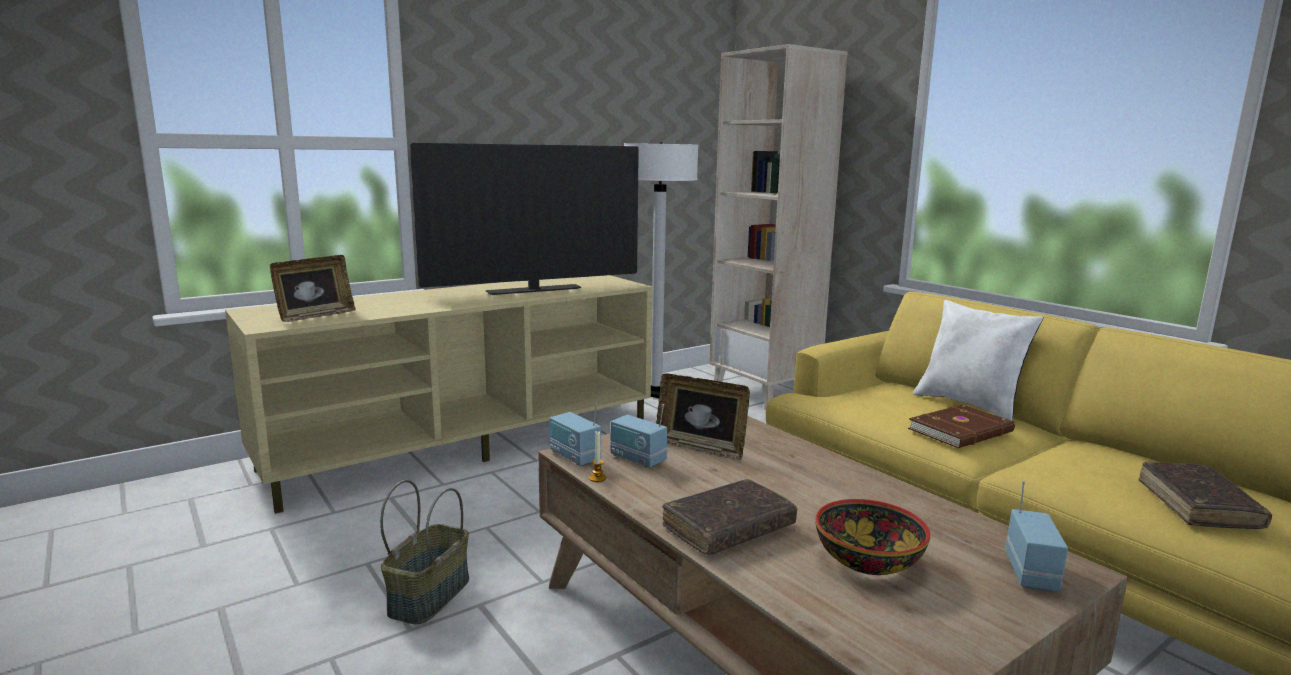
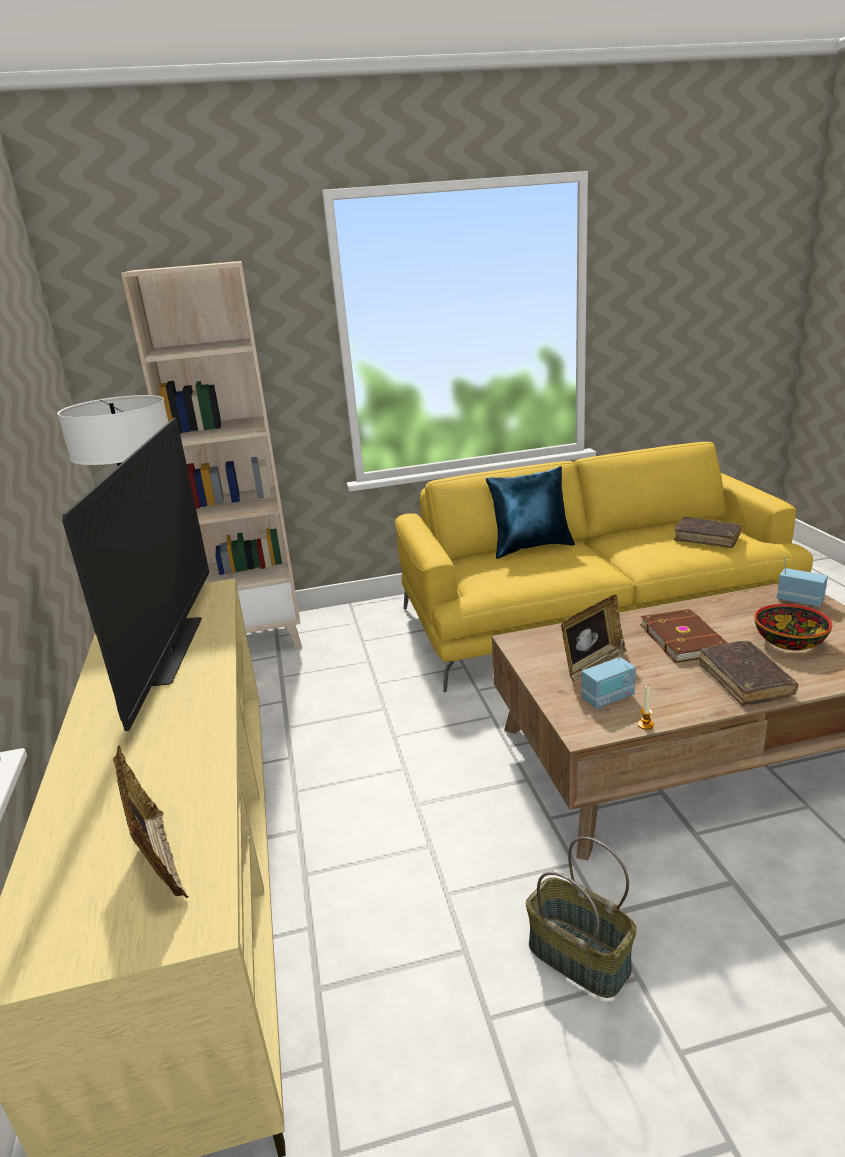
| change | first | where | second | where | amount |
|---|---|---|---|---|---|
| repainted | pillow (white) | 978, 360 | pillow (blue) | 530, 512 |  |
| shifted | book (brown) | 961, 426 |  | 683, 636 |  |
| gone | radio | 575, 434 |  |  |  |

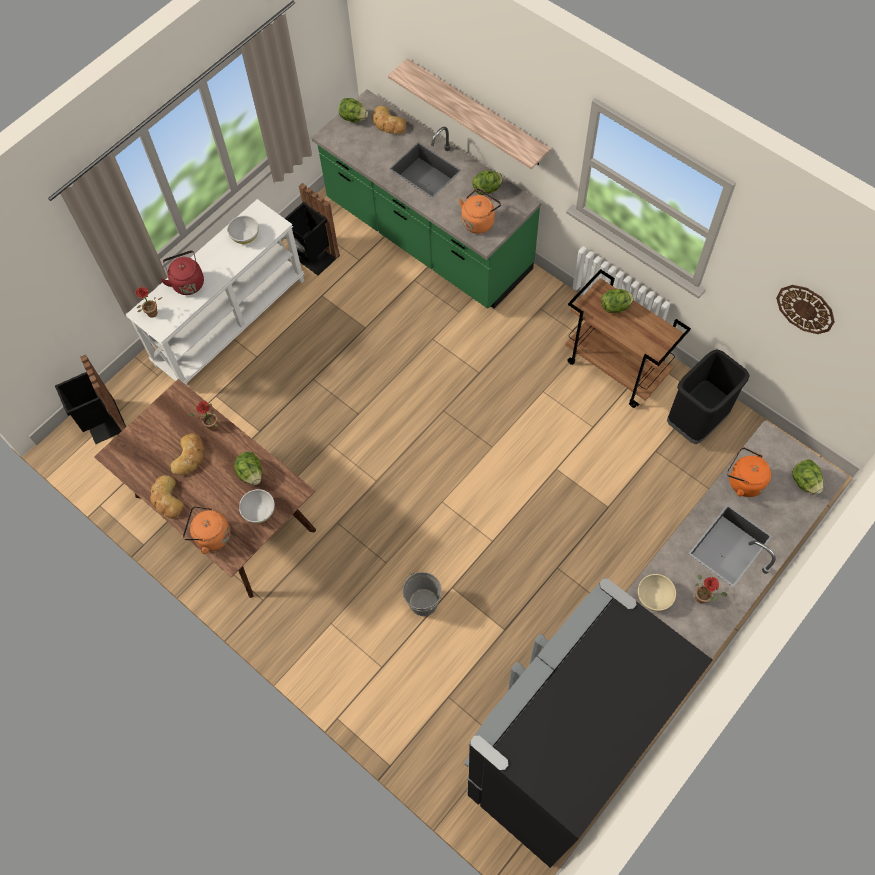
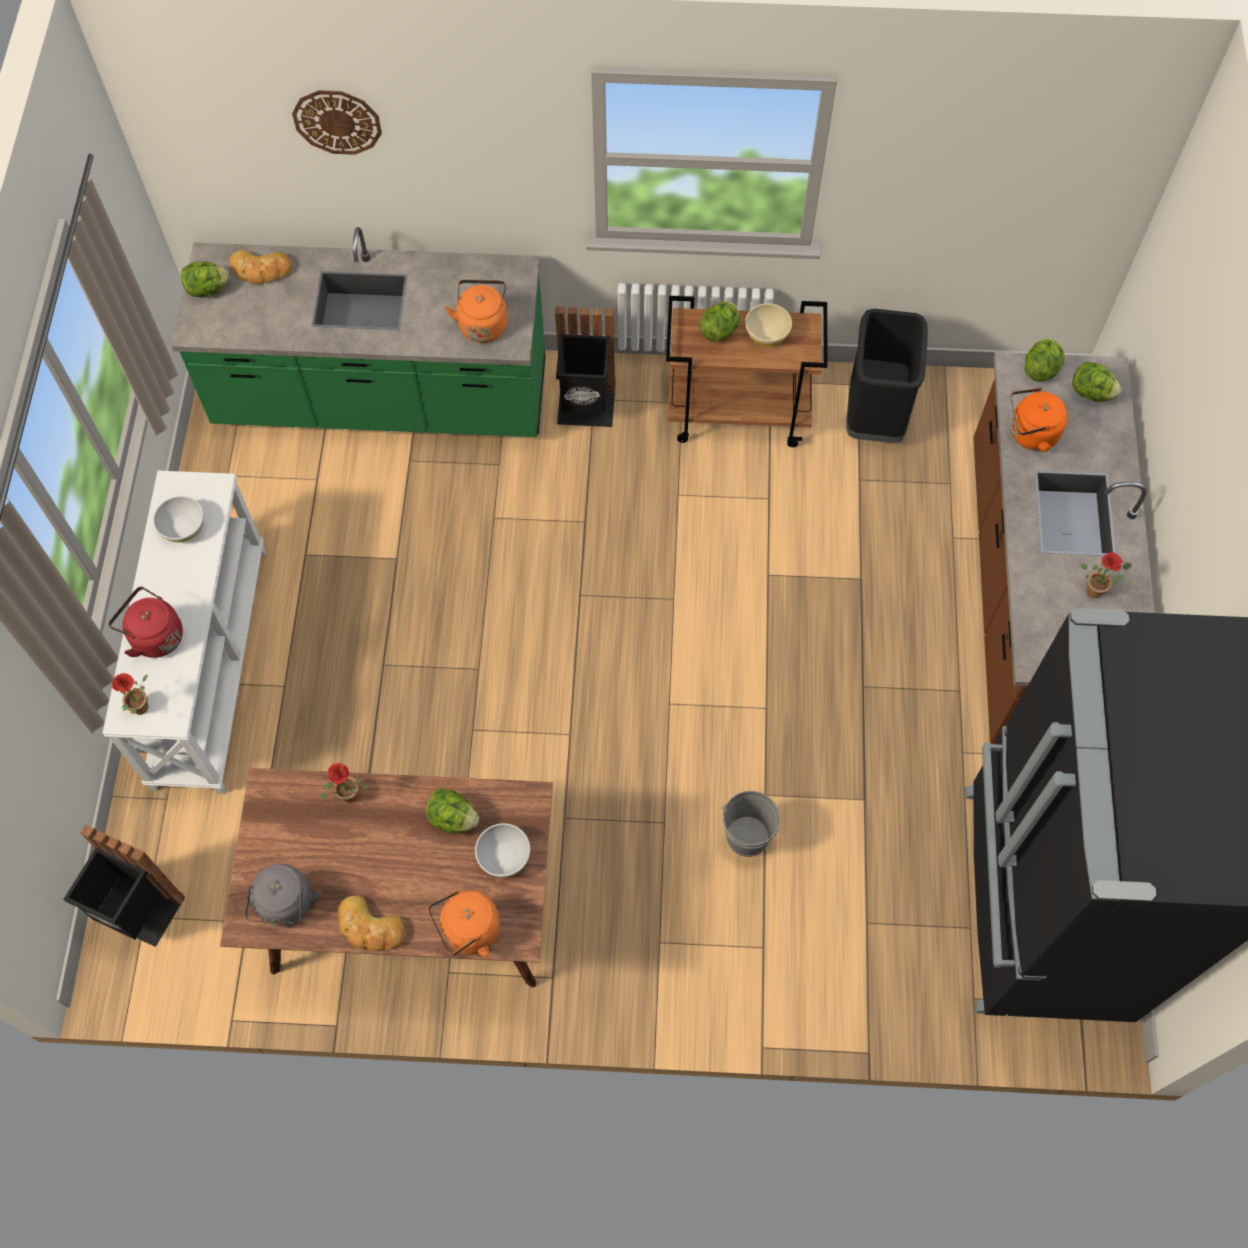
| change | first | where | second | where | amount |
|---|---|---|---|---|---|
| new |  |  | kettle (grey) | 283, 895 |  |
| shifted | wall clock | 805, 309 |  | 337, 122 |  |
| shifted | trash can (black) | 312, 229 |  | 585, 367 |  |
| shifted | bowl (beige) | 657, 592 |  | 768, 324 |  |
| shifted | lettuce | 487, 182 |  | 1044, 360 |  |
| gone | bread | 187, 454 |  |  |  |
| gone | shelf | 469, 113 |  |  |  |

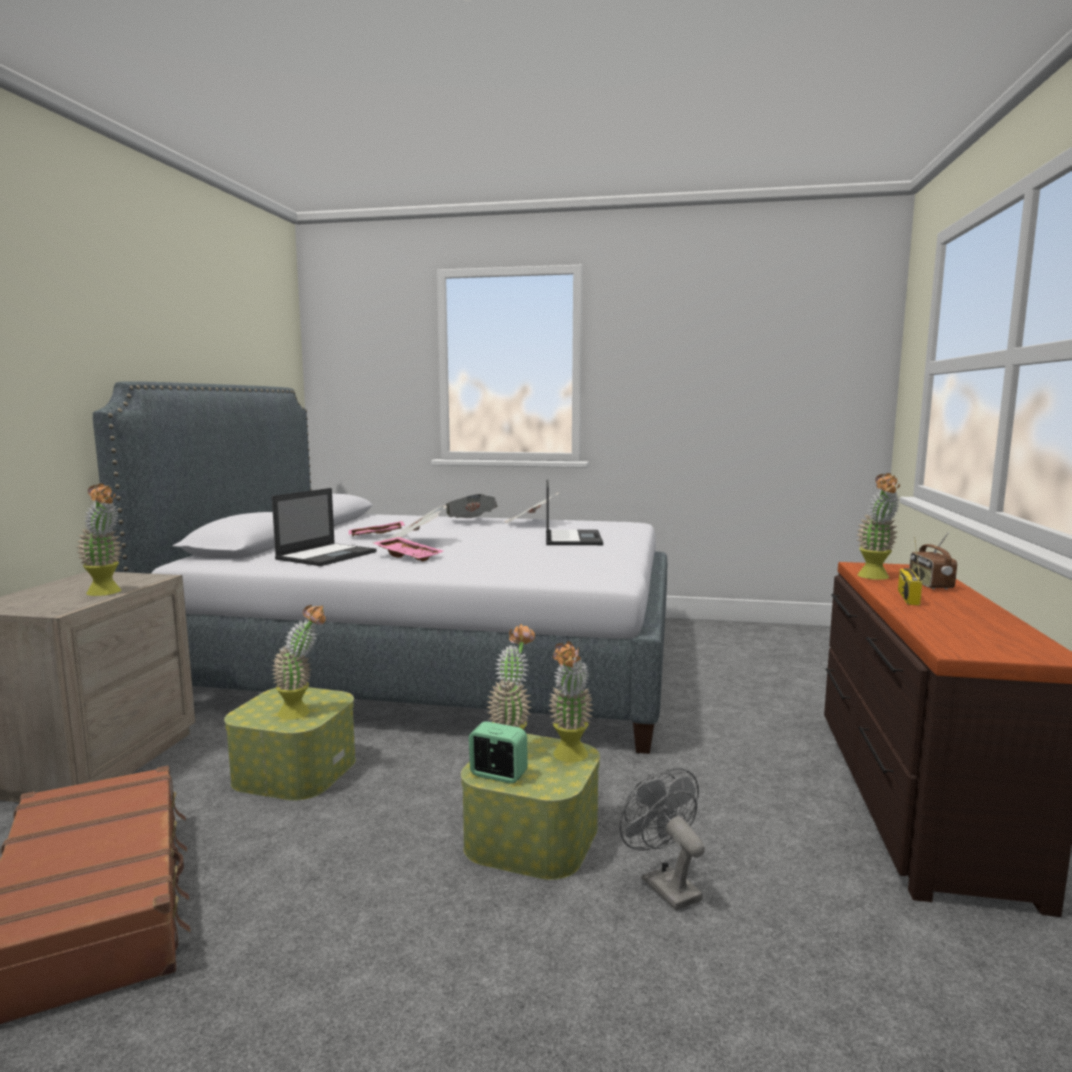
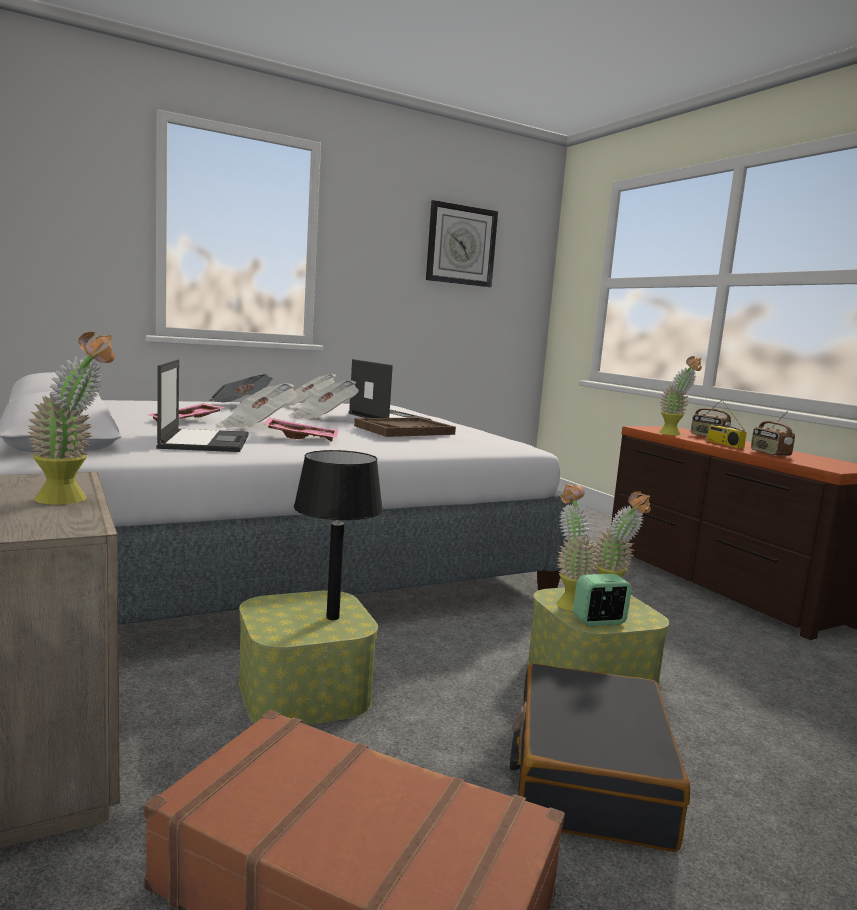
| change | first | where | second | where | amount |
|---|---|---|---|---|---|
| new |  |  | newspaper | 324, 399 |  |
| swapped | potted plant | 299, 662 | table lamp (black) | 338, 535 |  |
| new |  |  | tray (brown) | 405, 427 |  |
| new |  |  | wall clock | 462, 243 |  |
| new |  |  | suitcase (black) | 600, 757 |  |
| new |  |  | radio | 773, 434 |  |
| gone | fan (grey) | 662, 839 |  |  |  |

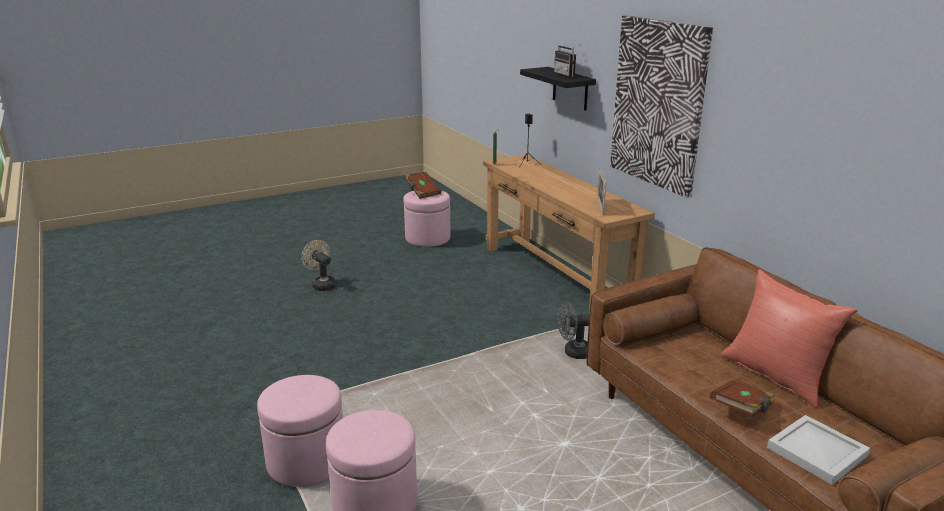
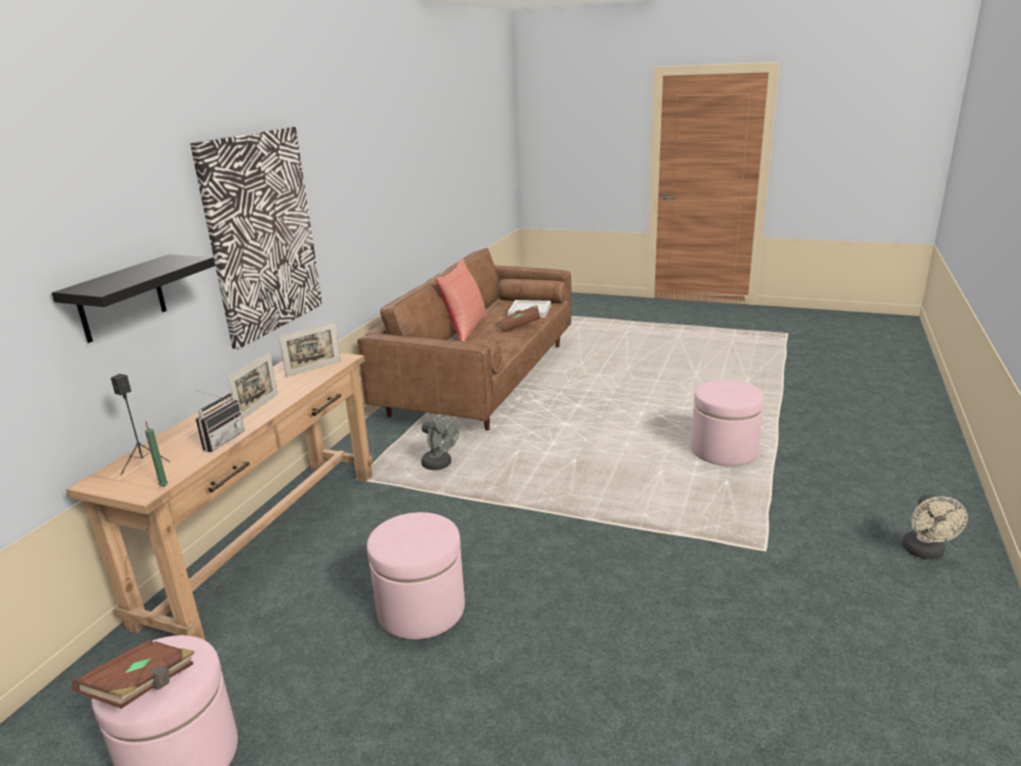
| change | first | where | second | where | amount |
|---|---|---|---|---|---|
| shifted | radio | 565, 57 |  | 220, 421 |  |
| new |  |  | picture frame | 253, 386 |  |
| shifted | ottoman (pink) | 300, 431 |  | 416, 576 |  |
| shifted | fan (beige) | 319, 265 |  | 935, 527 |  |

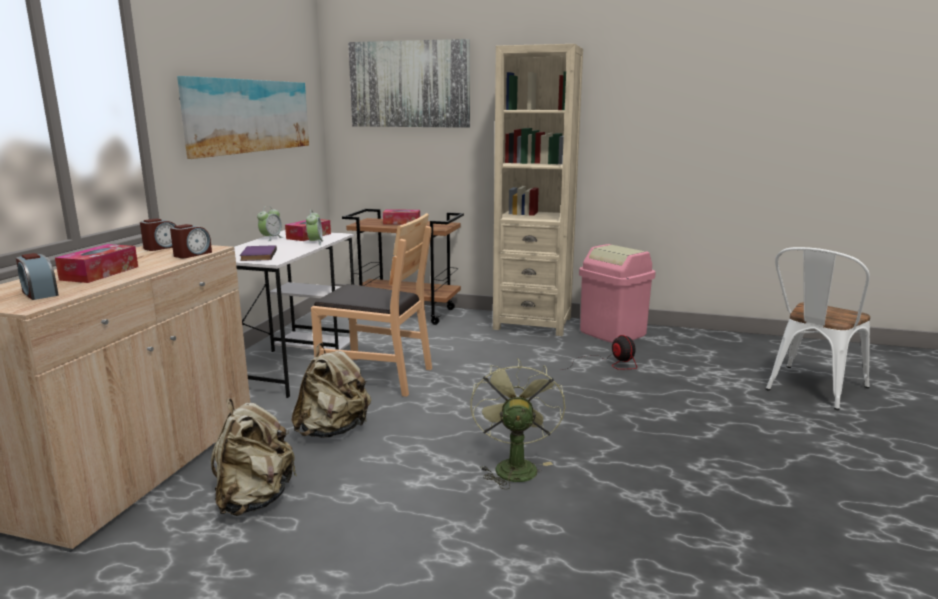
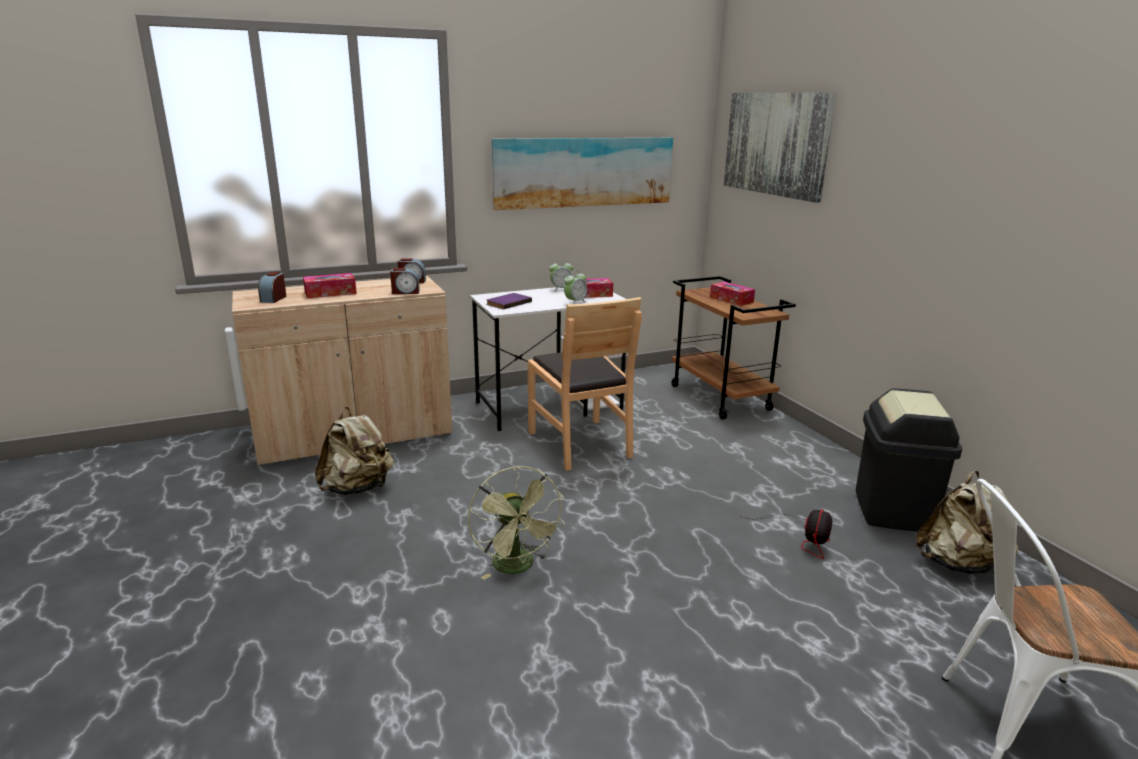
| change | first | where | second | where | amount |
|---|---|---|---|---|---|
| rotated | fan (green) | 517, 423 |  | 516, 523 | 105 degrees clockwise |
| repainted | trash can (pink) | 617, 293 | trash can (black) | 909, 460 |  |
| shifted | backpack (beige) | 331, 390 |  | 967, 522 |  |
| gone | bookcase (beige) | 538, 190 |  |  |  |

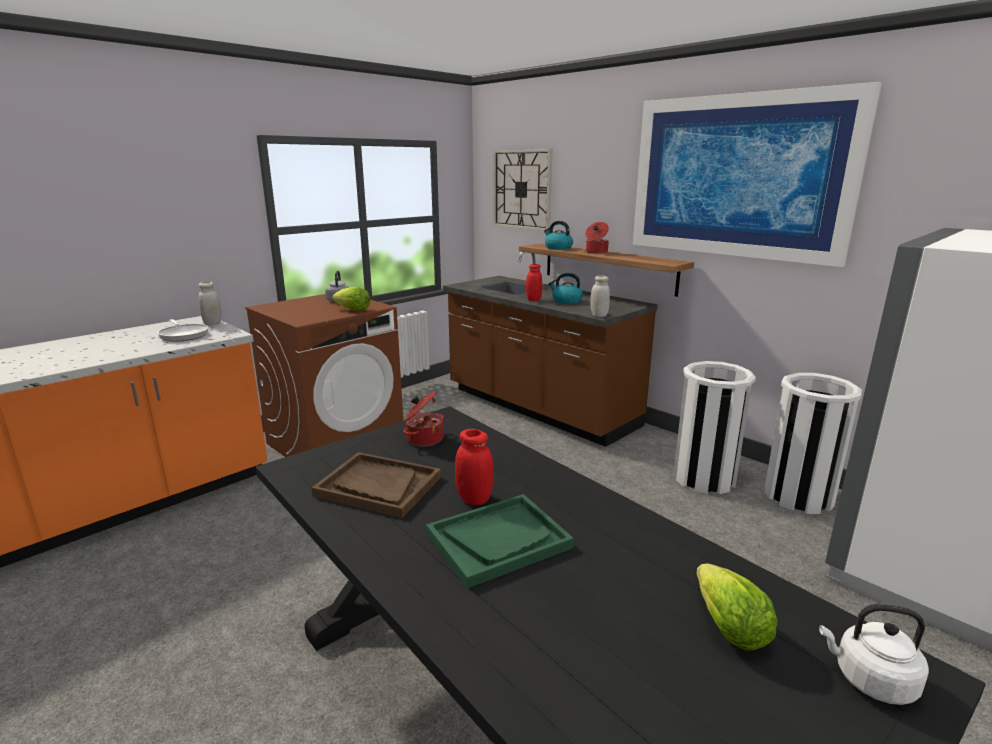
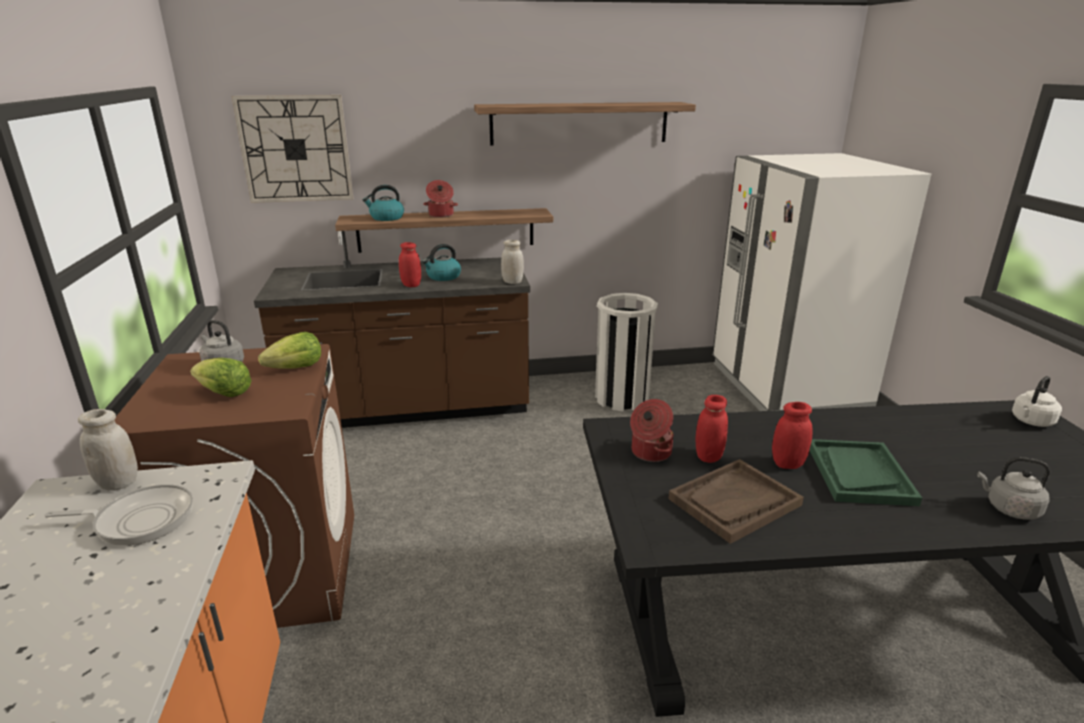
| change | first | where | second | where | amount |
|---|---|---|---|---|---|
| shifted | lettuce | 737, 607 |  | 221, 377 |  |
| swapped | picture | 757, 174 | shelf | 585, 124 |  |
| new |  |  | jar (red) | 711, 429 |  |
| new |  |  | kettle (grey) | 1013, 488 |  |
| gone | trash can (white) | 813, 443 |  |  |  |

